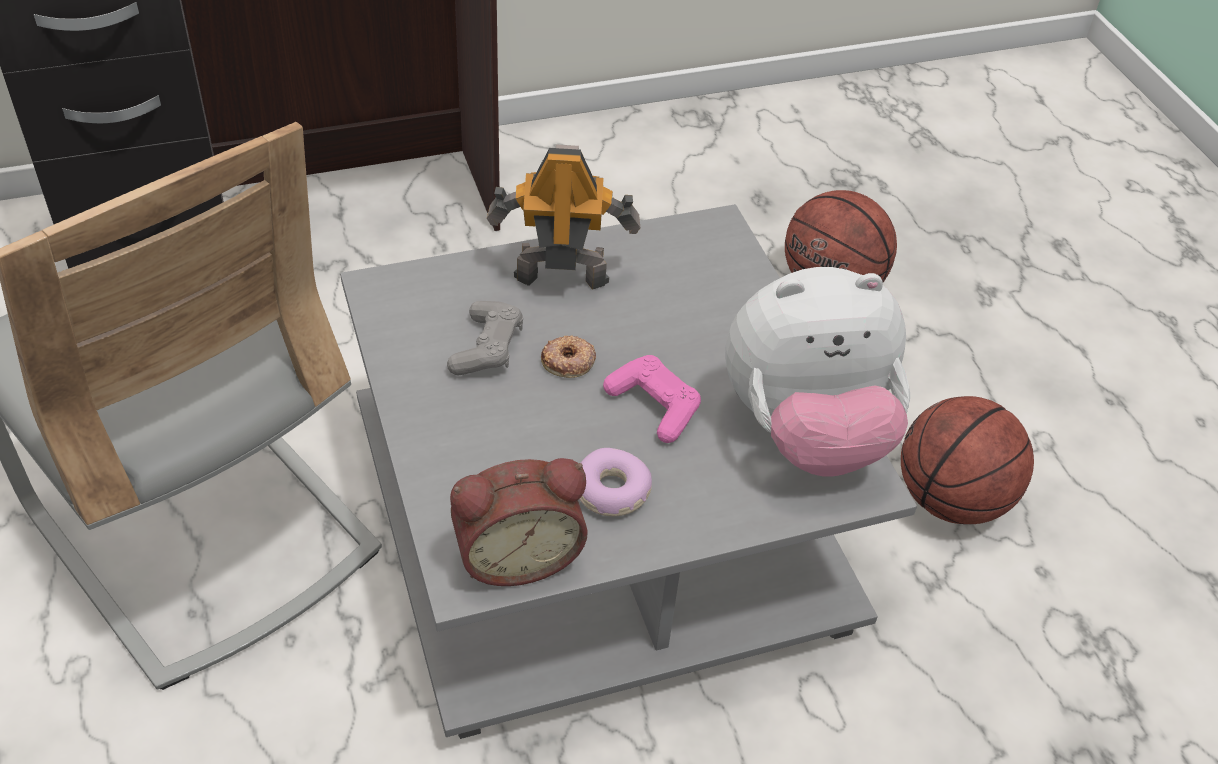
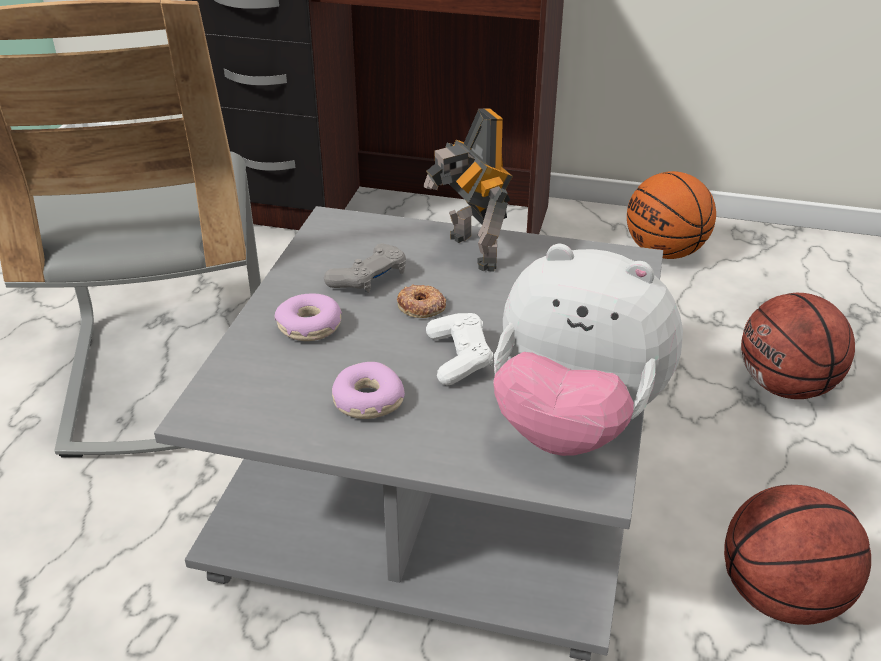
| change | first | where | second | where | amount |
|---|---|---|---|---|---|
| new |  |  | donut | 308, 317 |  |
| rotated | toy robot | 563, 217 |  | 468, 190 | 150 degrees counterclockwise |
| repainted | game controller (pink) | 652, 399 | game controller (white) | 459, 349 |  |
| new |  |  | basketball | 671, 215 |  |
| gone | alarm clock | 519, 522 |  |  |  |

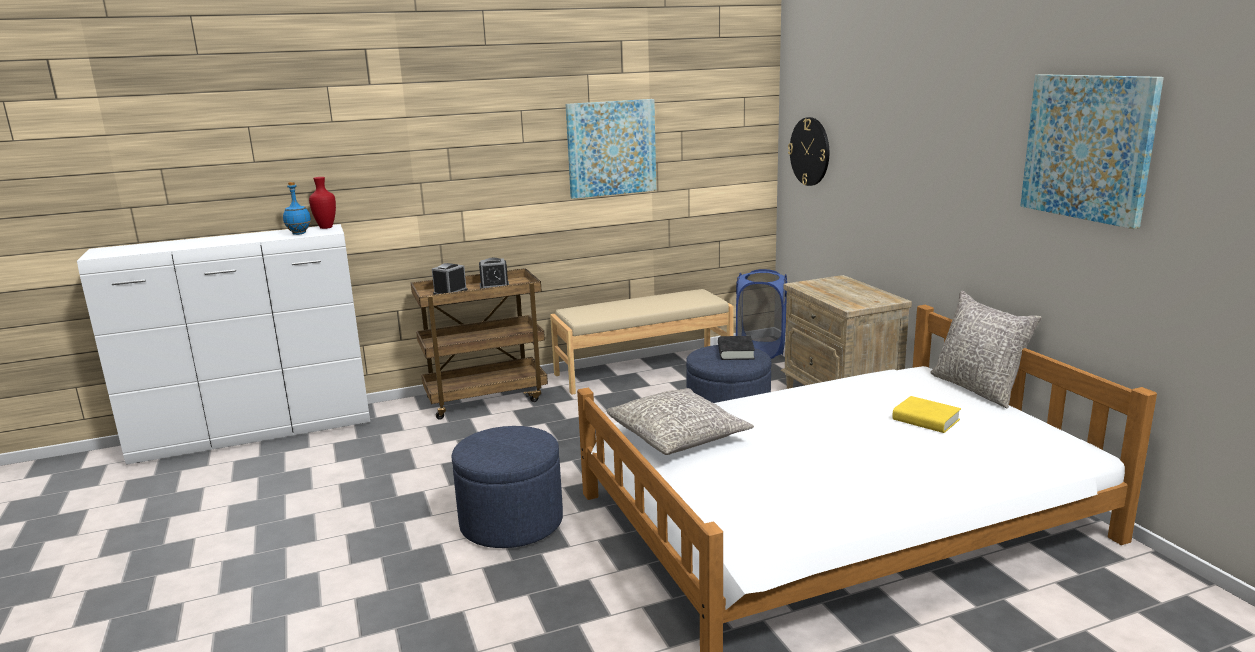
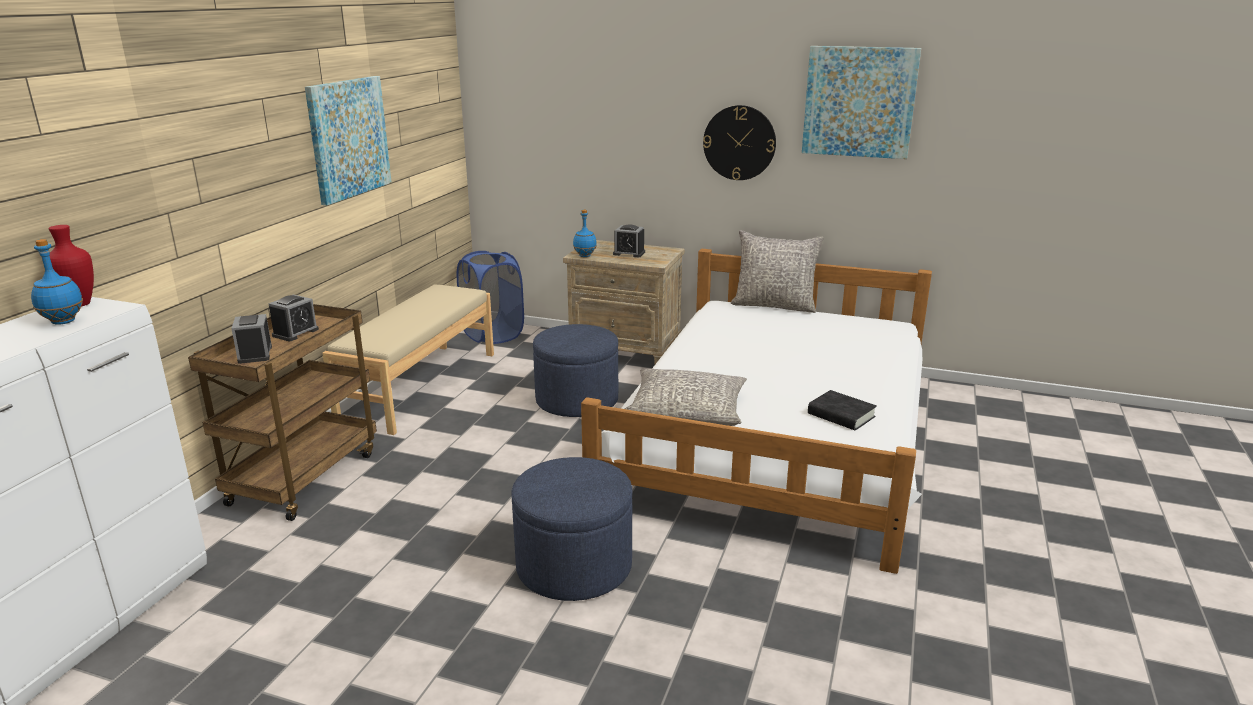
| change | first | where | second | where | amount |
|---|---|---|---|---|---|
| new |  |  | bottle (blue) | 585, 233 |  |
| new |  |  | alarm clock | 629, 241 |  |
| shifted | wall clock | 808, 151 |  | 739, 142 |  |
| shifted | book (black) | 736, 348 |  | 842, 410 |  |
| gone | book (yellow) | 926, 414 |  |  |  |

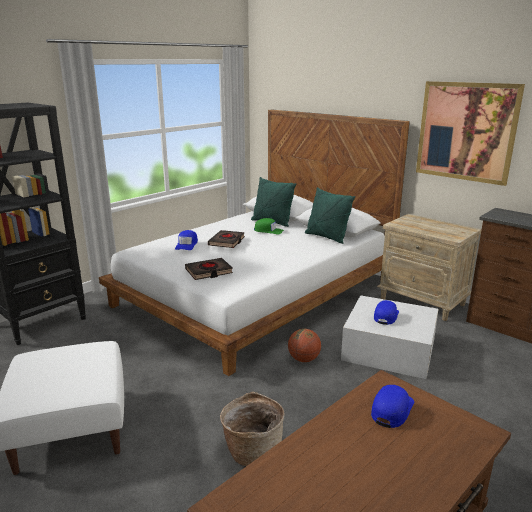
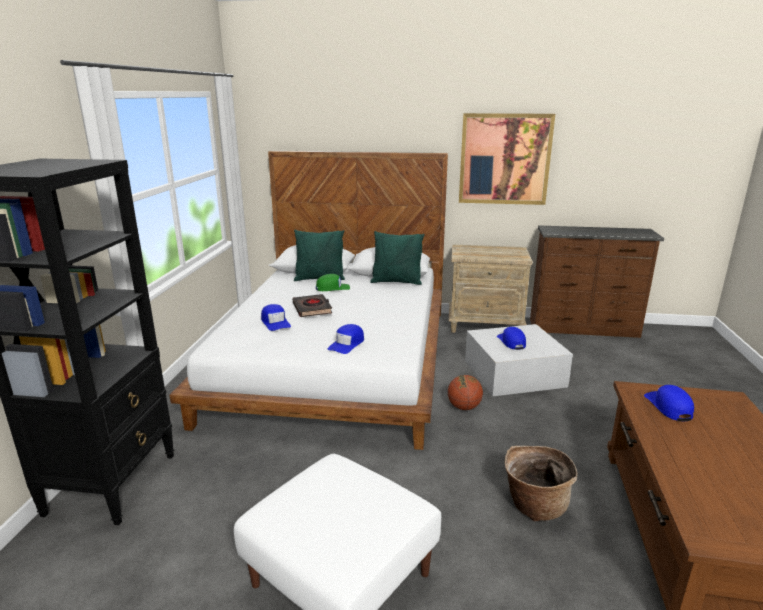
| change | first | where | second | where | amount |
|---|---|---|---|---|---|
| swapped | book (black) | 209, 269 | cap (blue) | 346, 339 |  |

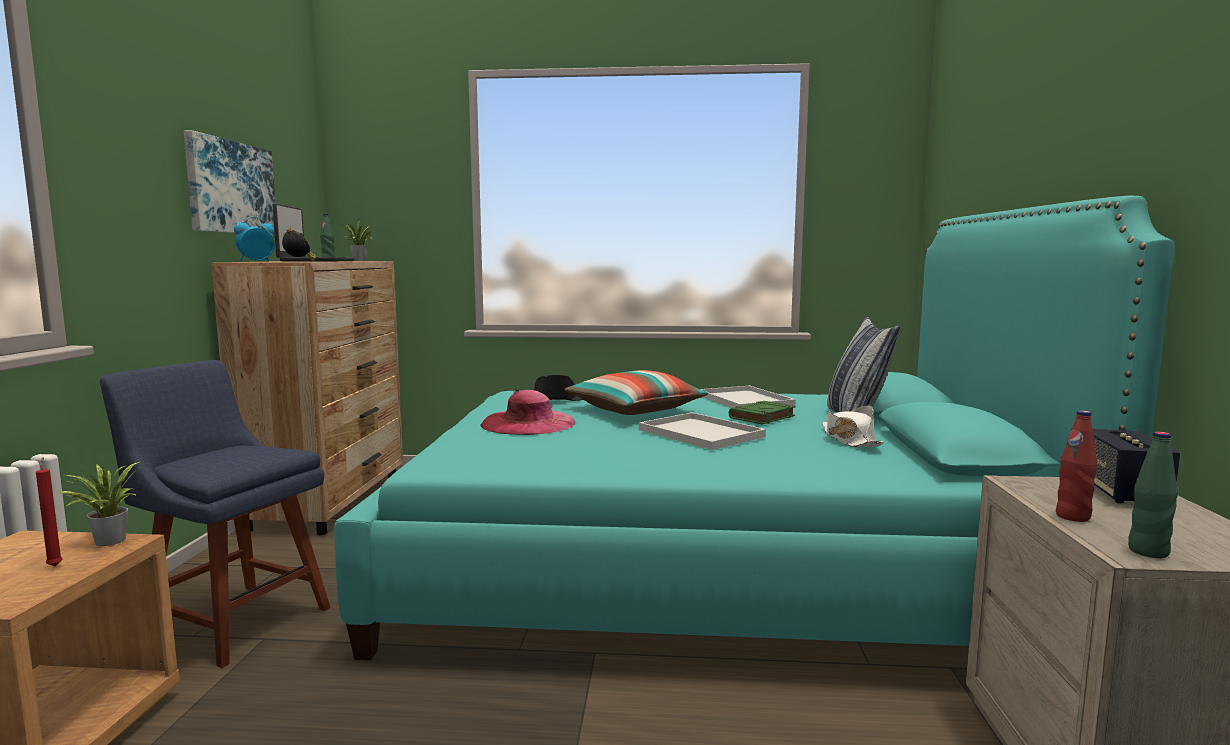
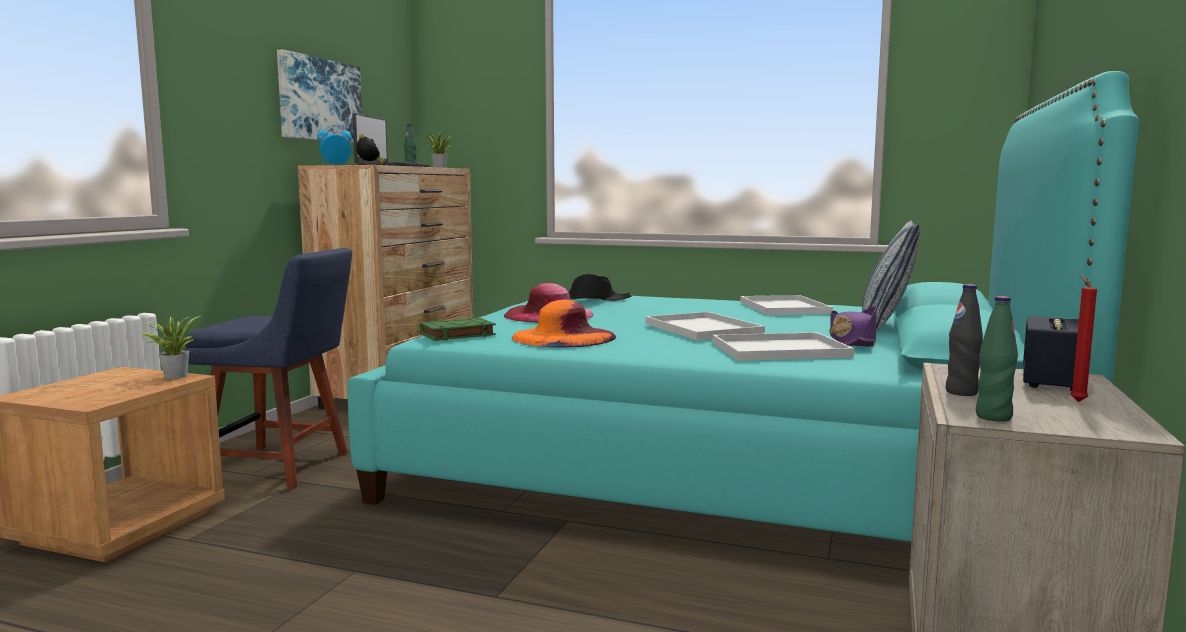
| change | first | where | second | where | amount |
|---|---|---|---|---|---|
| rotated | chair (blue) | 215, 514 |  | 268, 368 | 150 degrees clockwise |
| shifted | book (green) | 762, 413 |  | 458, 329 |  |
| new |  |  | hat (orange) | 564, 324 |  |
| new |  |  | tray (white) | 783, 346 |  |
| repainted | hat (white) | 853, 426 | hat (purple) | 853, 326 |  |
| repainted | bottle (red) | 1077, 466 | bottle (black) | 964, 340 |  |
| shifted | candle (red) | 49, 511 |  | 1083, 338 |  |
| gone | pillow | 636, 392 |  |  |  |

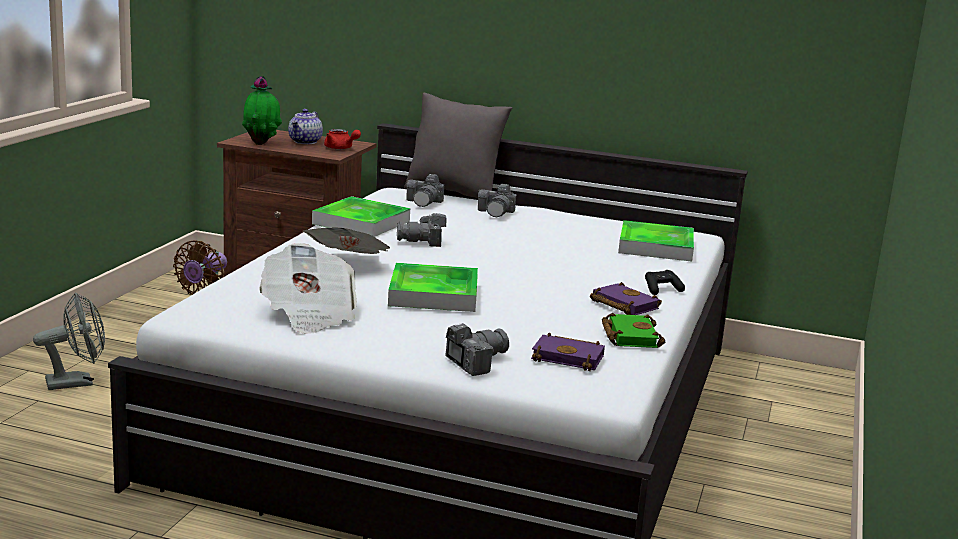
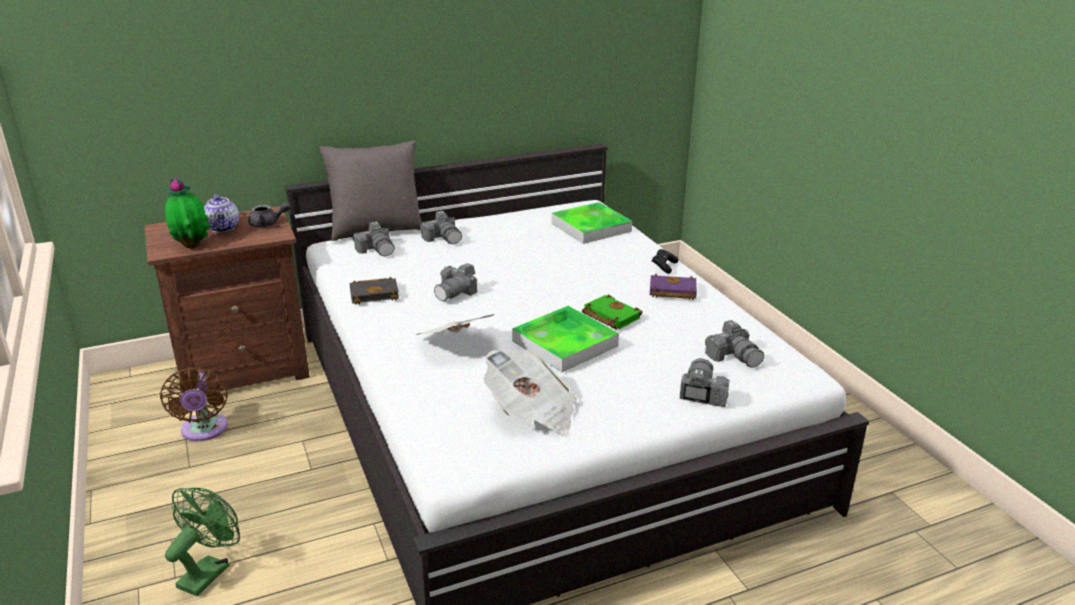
| change | first | where | second | where | amount |
|---|---|---|---|---|---|
| repainted | fan (grey) | 69, 341 | fan (green) | 202, 542 |  |
| repainted | teapot (red) | 342, 139 | teapot (grey) | 269, 214 |  |
| swapped | tray | 361, 216 | book (black) | 374, 291 |  |
| shifted | book (green) | 633, 330 |  | 612, 311 |  |
| swapped | book (purple) | 568, 351 | photo camera | 734, 344 |  |

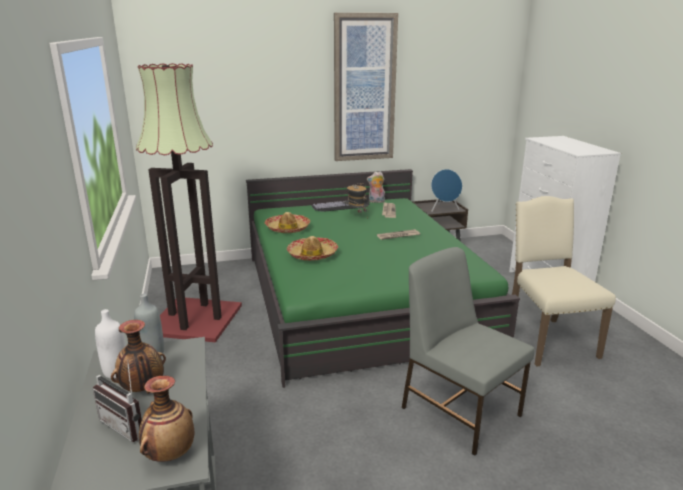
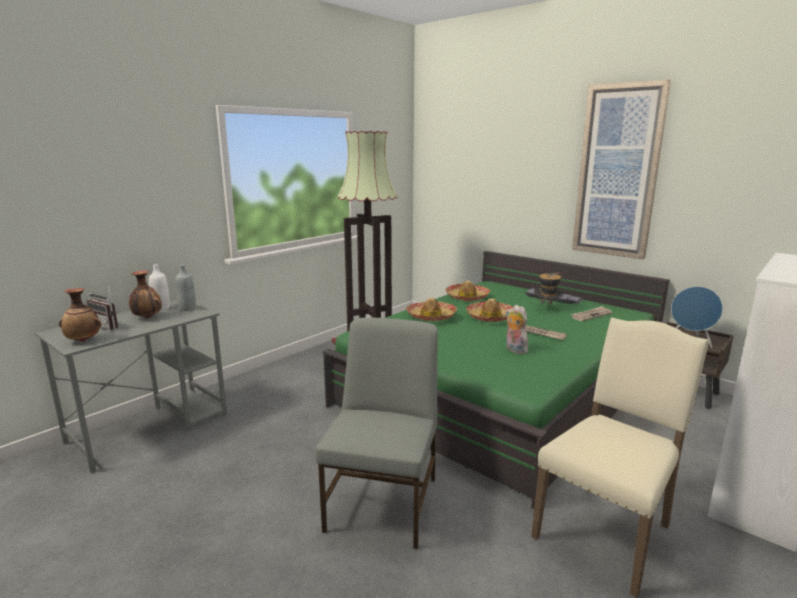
| change | first | where | second | where | amount |
|---|---|---|---|---|---|
| rotated | radio | 117, 401 |  | 102, 307 | 60 degrees counterclockwise |
| new |  |  | hat | 489, 310 |  |
| shifted | plush toy | 376, 187 |  | 516, 329 |  |

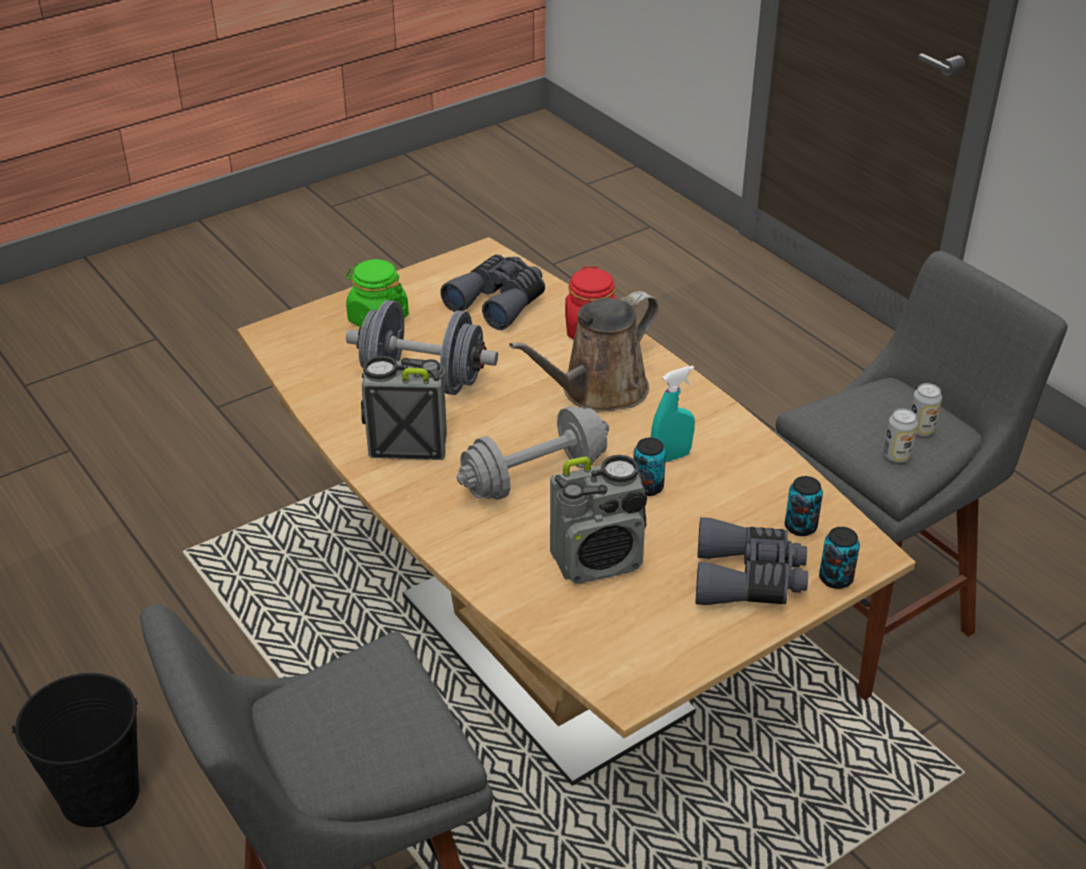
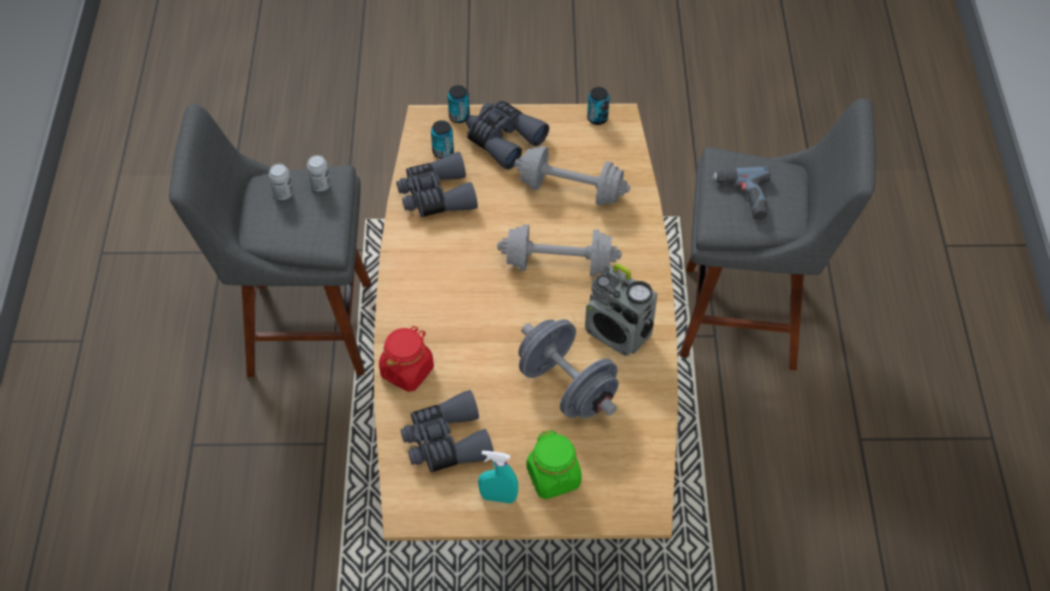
| change | first | where | second | where | amount |
|---|---|---|---|---|---|
| new |  |  | binoculars (grey) | 437, 184 |  |
| shifted | spray bottle (turquoise) | 673, 413 |  | 498, 476 |  |
| swapped | radio | 598, 519 | dumbbell (grey) | 572, 176 |  |
| shifted | can | 649, 467 |  | 598, 106 |  |
| new |  |  | power drill | 741, 193 |  |
| gone | bucket (black) | 75, 750 |  |  |  |
| gone | watering can (brown) | 583, 351 |  |  |  |

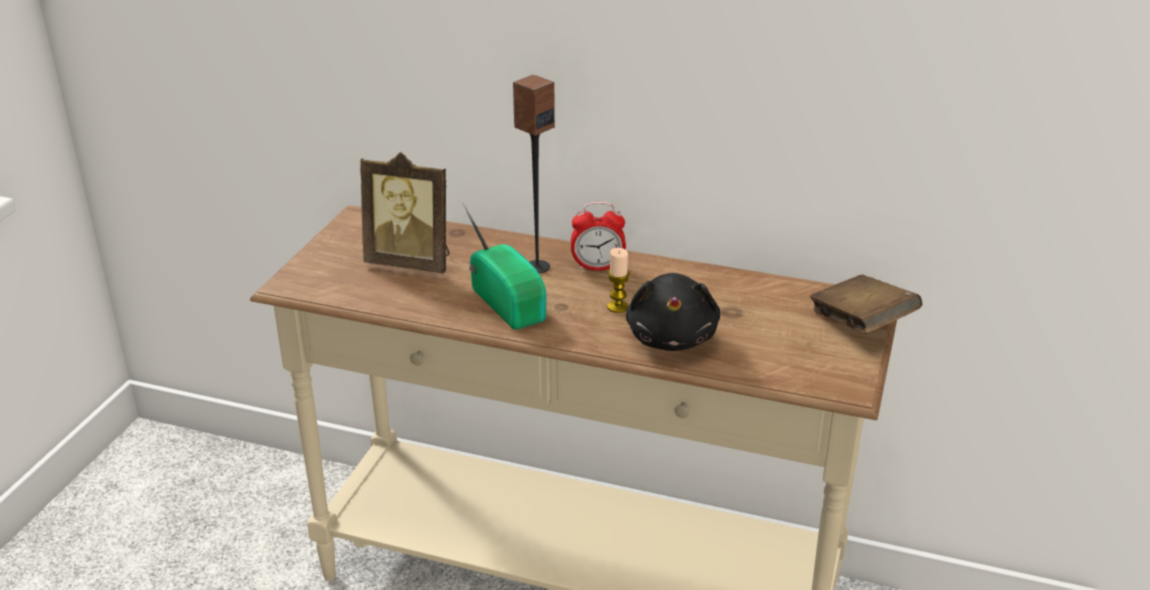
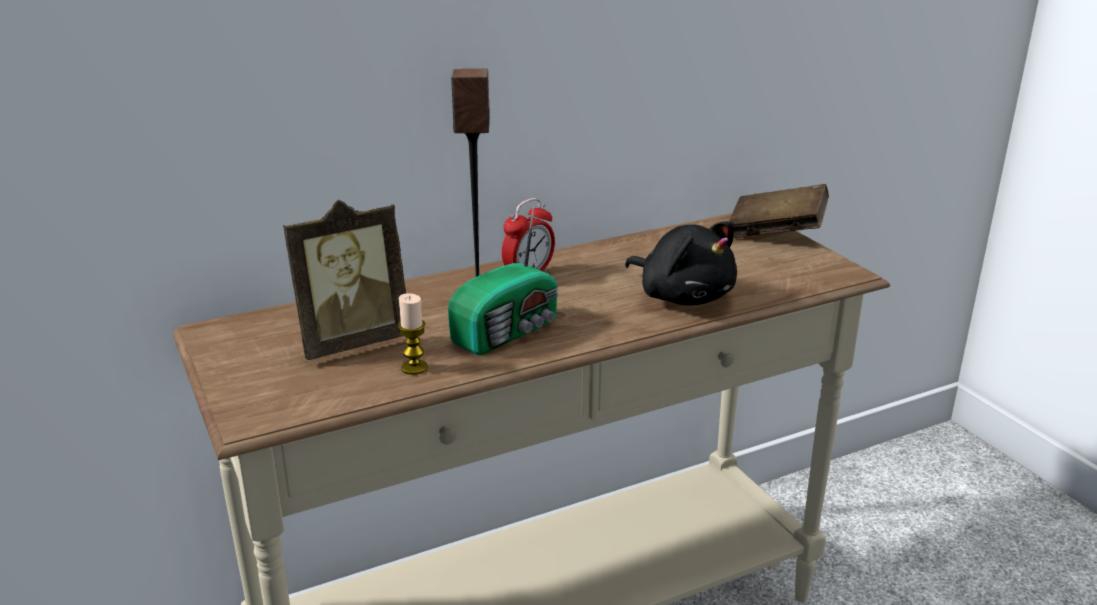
| change | first | where | second | where | amount |
|---|---|---|---|---|---|
| shifted | candle | 618, 280 |  | 413, 334 |  |
| rotated | radio | 504, 266 |  | 503, 280 | 120 degrees clockwise |

